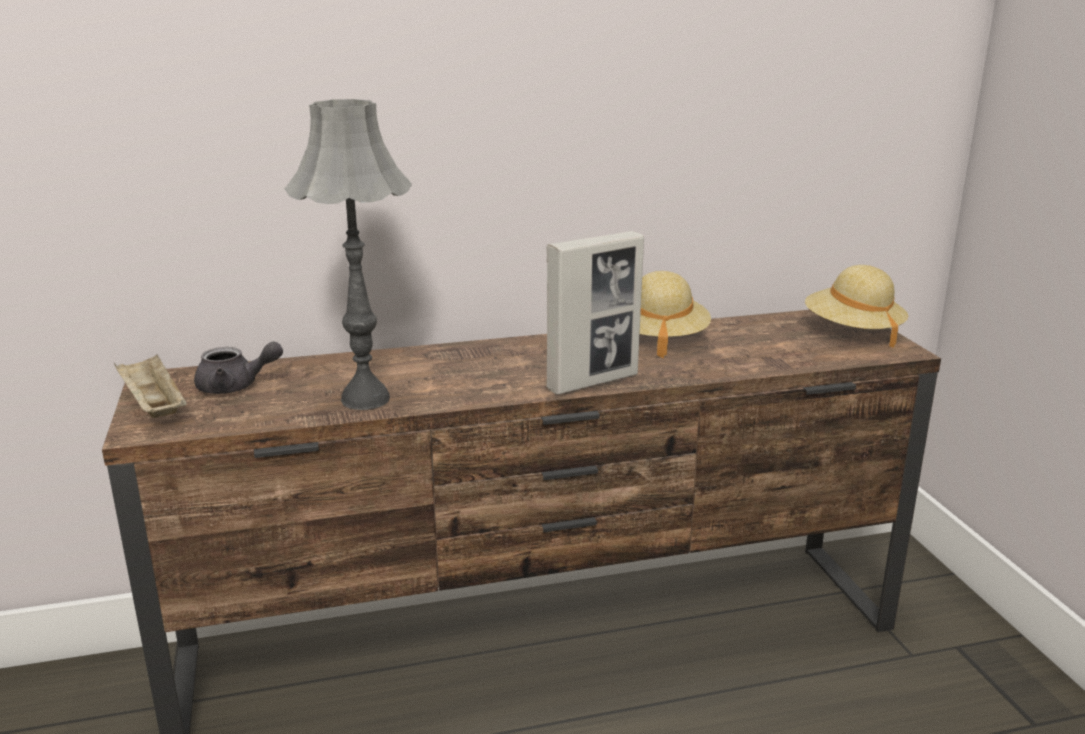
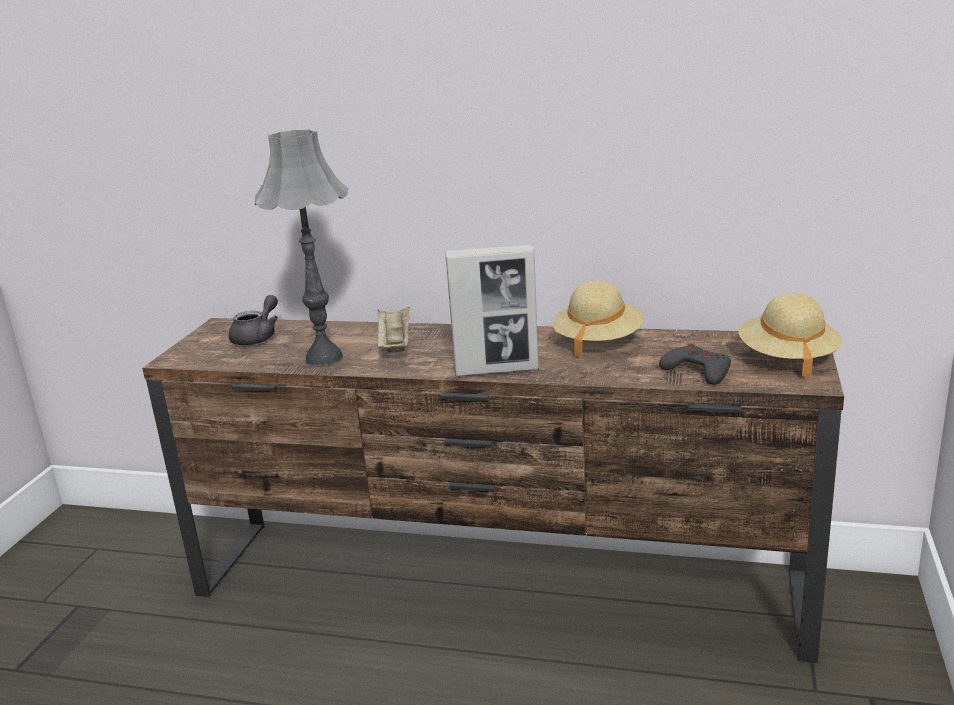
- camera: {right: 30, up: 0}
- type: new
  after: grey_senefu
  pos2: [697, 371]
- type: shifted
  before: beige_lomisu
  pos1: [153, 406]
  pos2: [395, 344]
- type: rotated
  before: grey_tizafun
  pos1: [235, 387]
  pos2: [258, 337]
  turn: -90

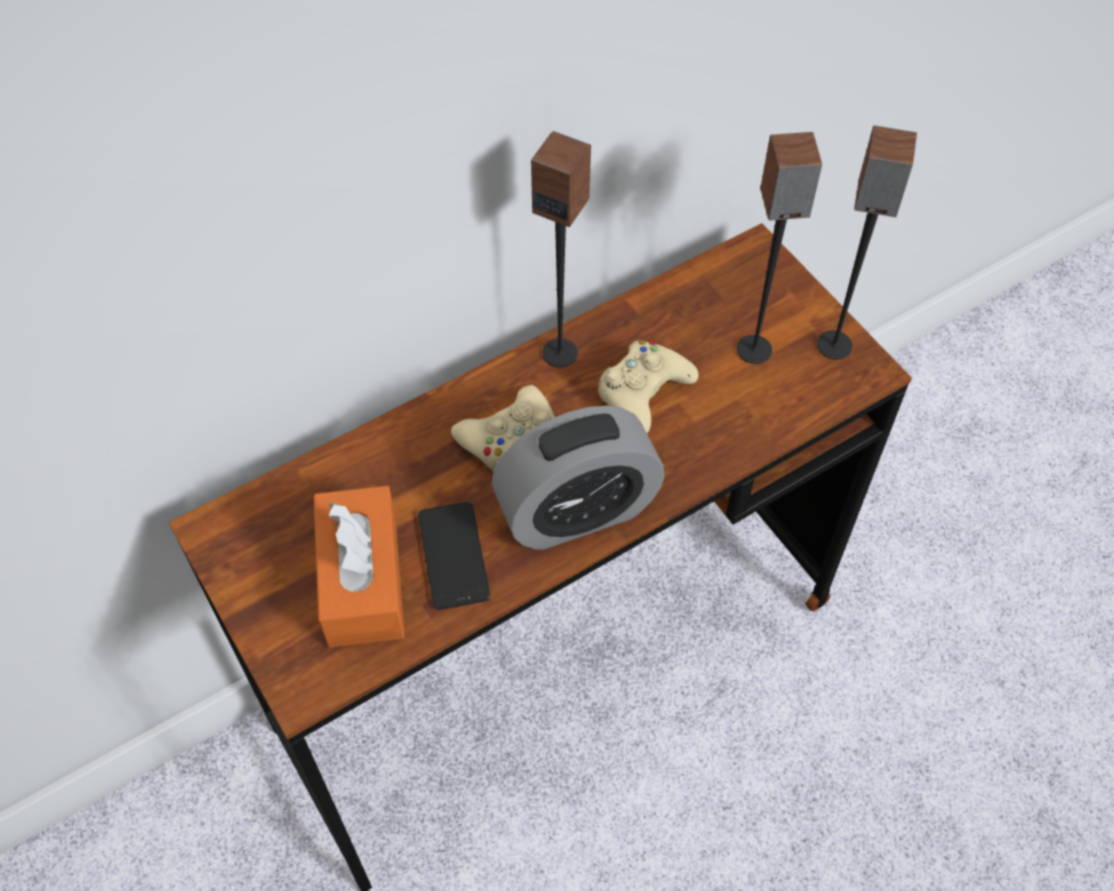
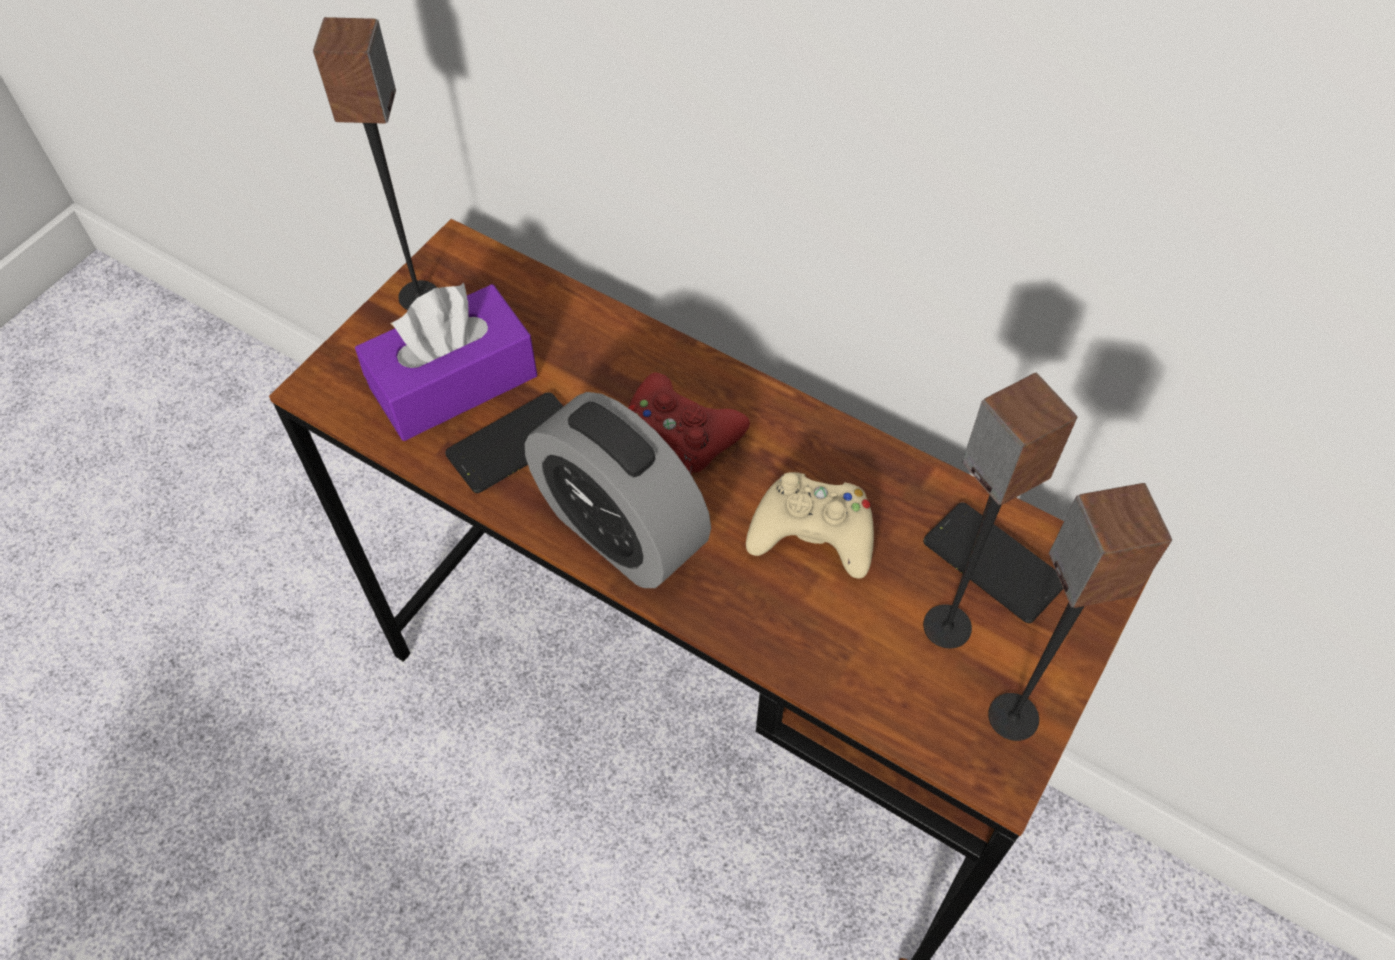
- camera: {right: 65, up: 0}
- type: new
  after: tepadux
  pos2: [993, 562]
- type: shifted
  before: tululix
  pos1: [560, 352]
  pos2: [419, 296]
- type: repainted
  before: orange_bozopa
  after: purple_bozopa
  pos1: [362, 579]
  pos2: [454, 382]
- type: repainted
  before: beige_senefu
  after: red_senefu
  pos1: [510, 438]
  pos2: [681, 433]

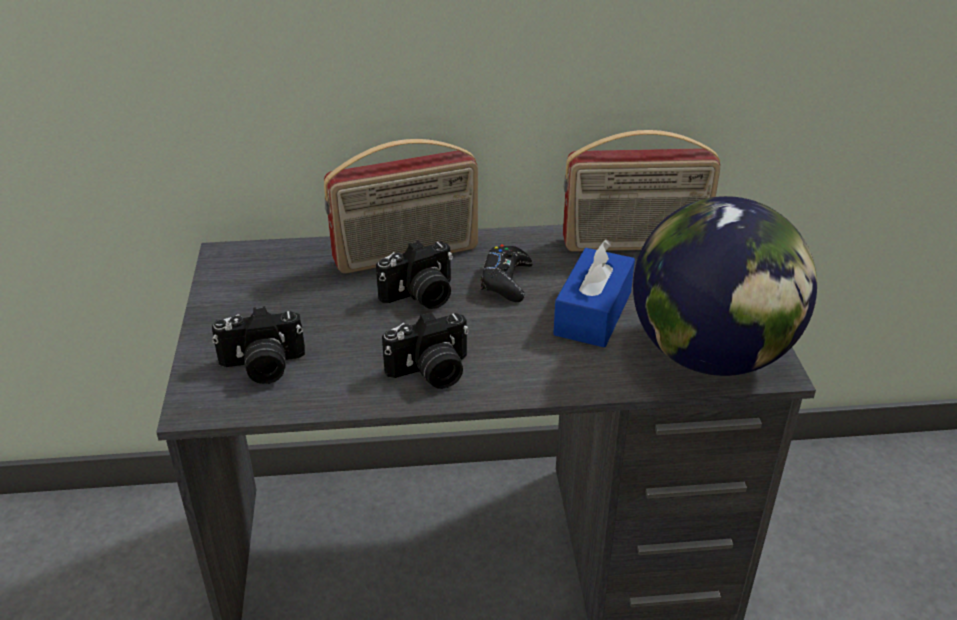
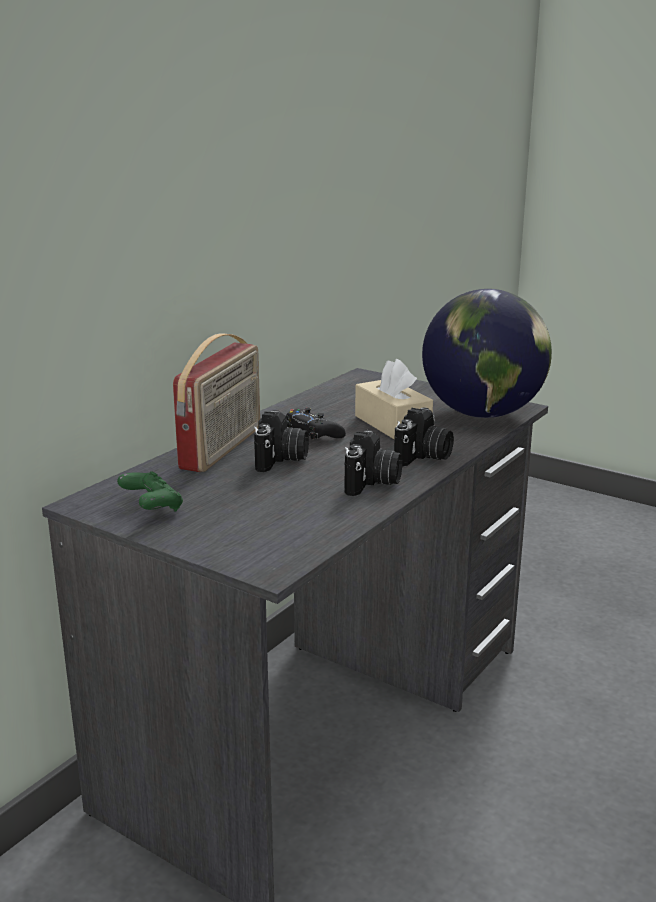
- camera: {right: -50, up: -15}
- type: gone
  before: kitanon
  pos1: [634, 244]
- type: new
  after: green_senefu
  pos2: [152, 507]
- type: shifted
  before: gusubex
  pos1: [262, 367]
  pos2: [423, 457]
- type: repainted
  before: blue_bozopa
  after: beige_bozopa
  pos1: [593, 313]
  pos2: [392, 424]

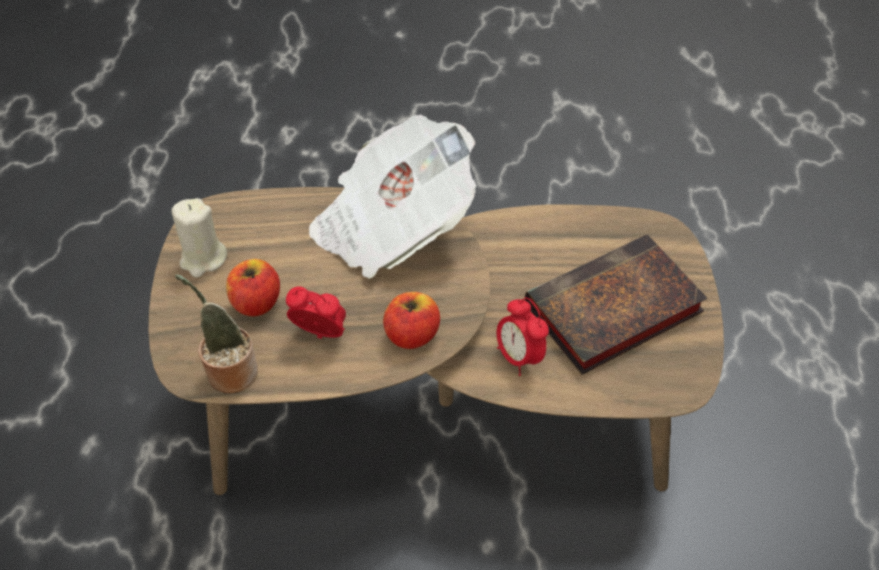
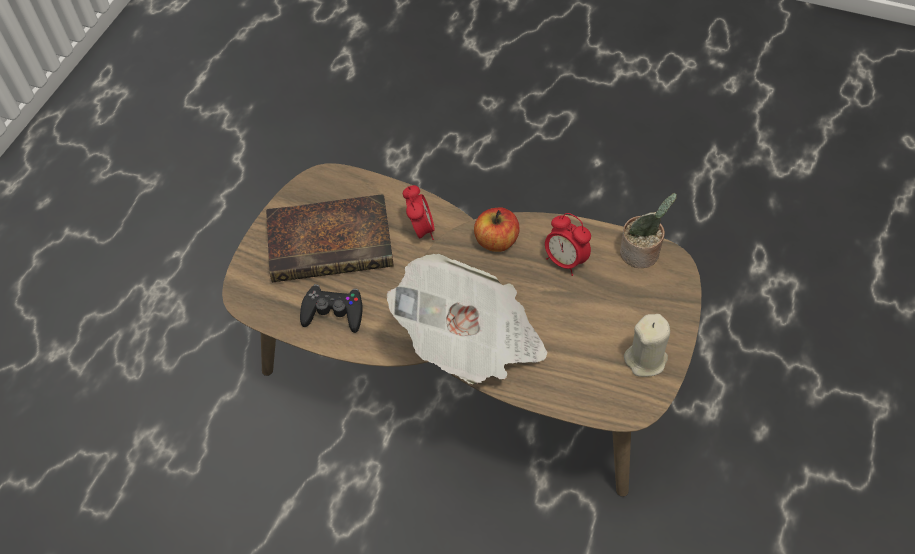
- camera: {right: -155, up: 5}
- type: gone
  before: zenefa
  pos1: [256, 302]
- type: new
  after: black_senefu
  pos2: [333, 312]

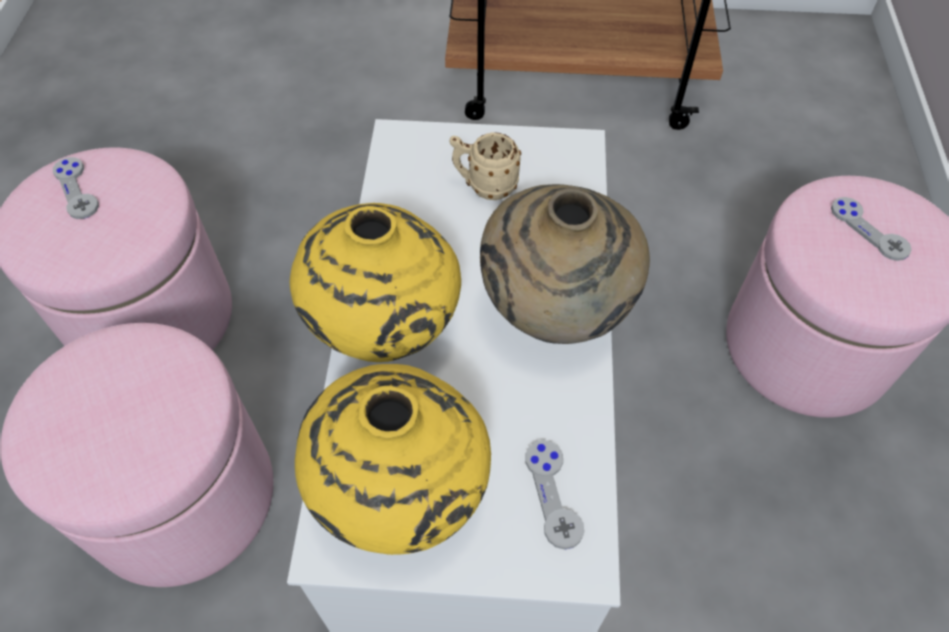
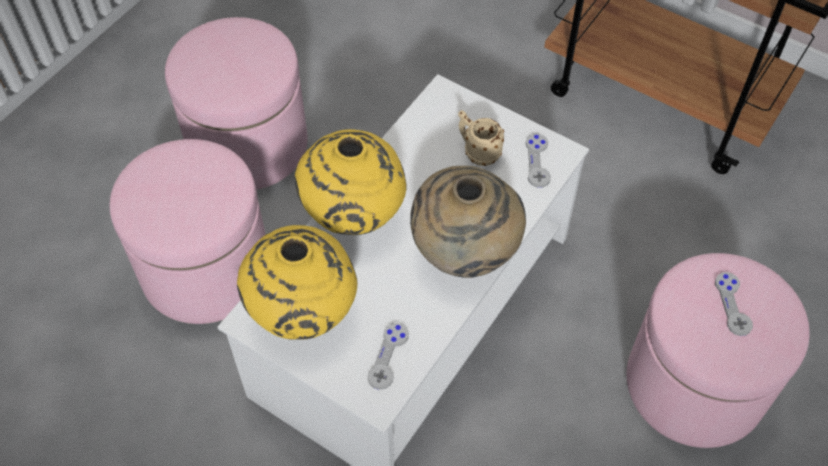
- camera: {right: 30, up: 0}
- type: shifted
  before: grey_senefu
  pos1: [76, 189]
  pos2: [537, 161]

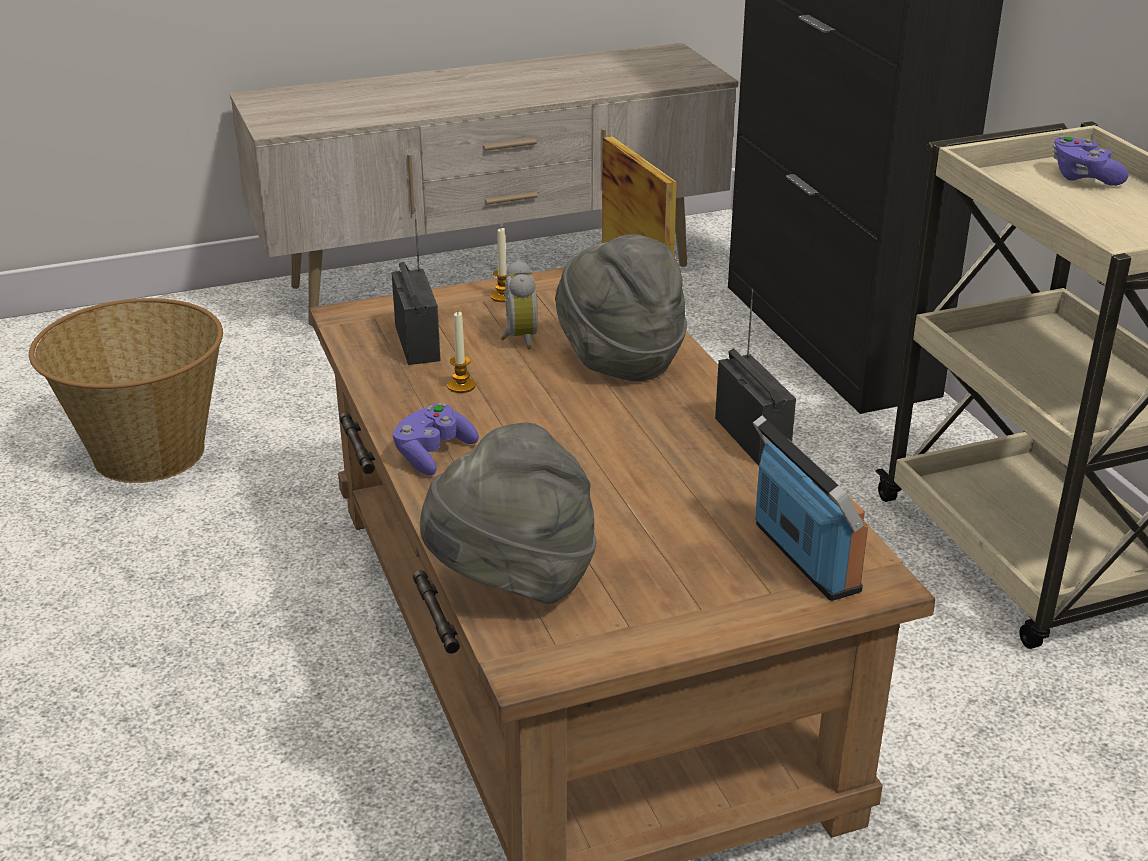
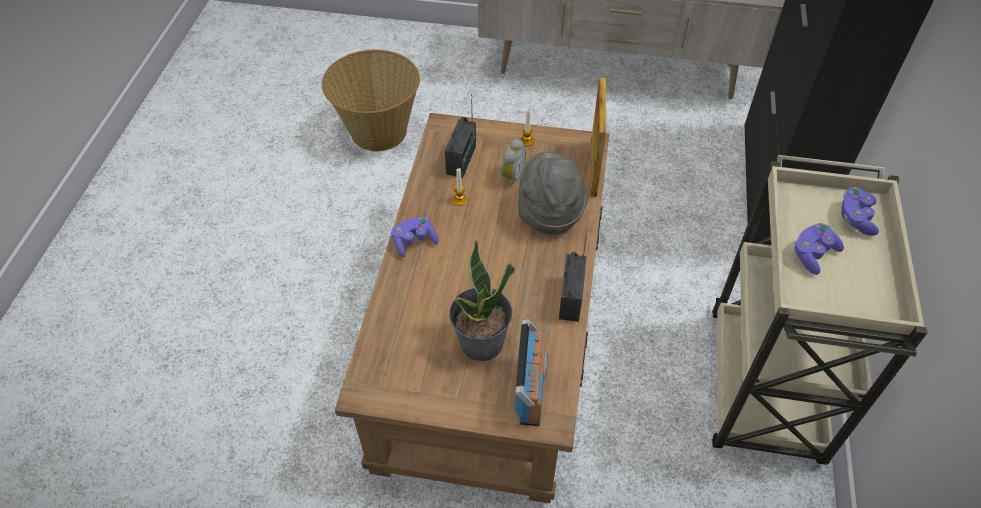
- camera: {right: 30, up: 20}
- type: gone
  before: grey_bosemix
  pos1: [512, 583]
- type: new
  after: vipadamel
  pos2: [481, 343]
- type: new
  after: purple_senefu
  pos2: [813, 254]

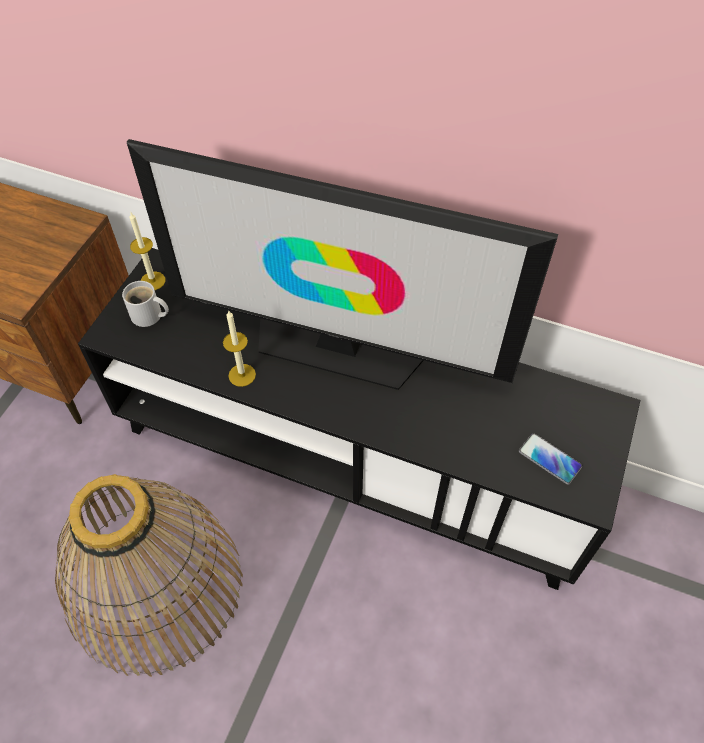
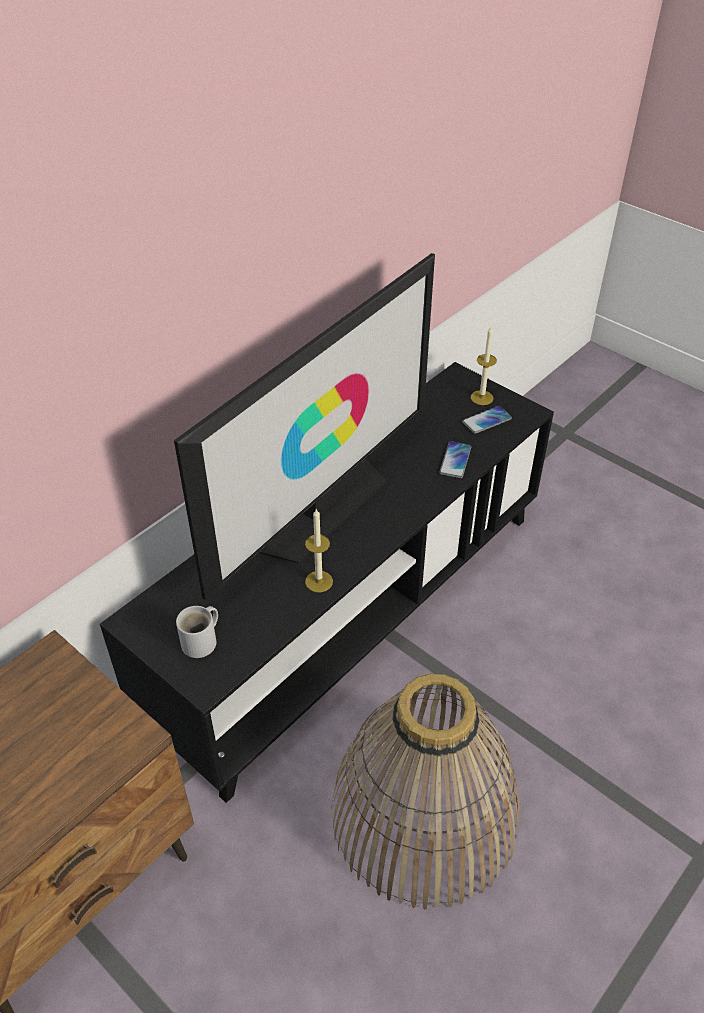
- camera: {right: -70, up: -10}
- type: new
  after: tepadux
  pos2: [455, 460]
- type: shifted
  before: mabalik
  pos1: [152, 281]
  pos2: [481, 397]

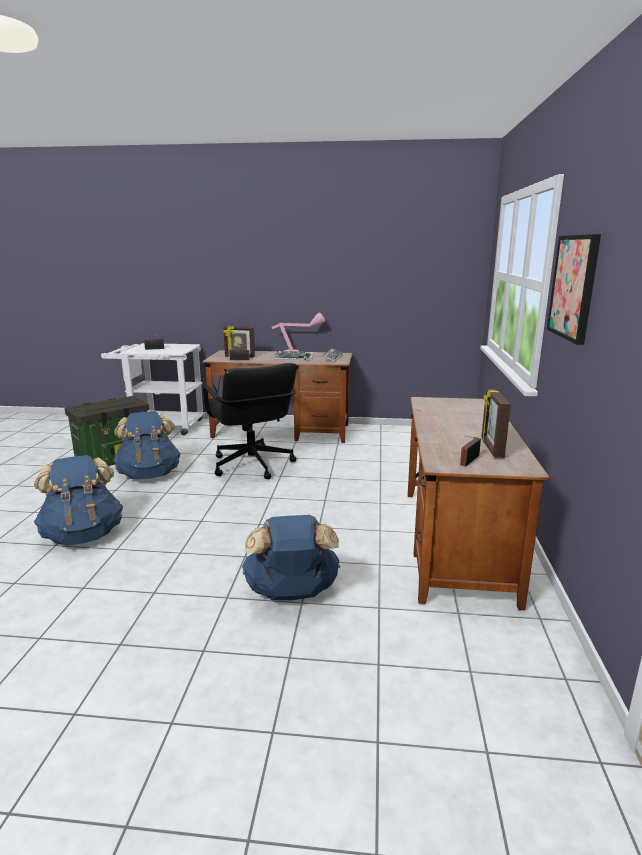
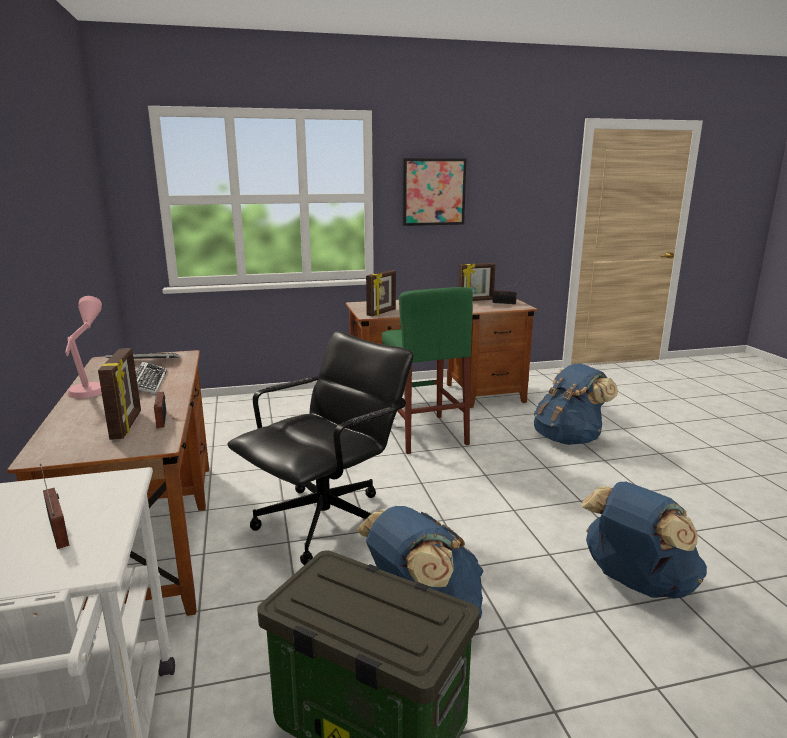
- camera: {right: -110, up: 0}
- type: new
  after: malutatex
  pos2: [382, 313]
- type: new
  after: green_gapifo
  pos2: [424, 433]

